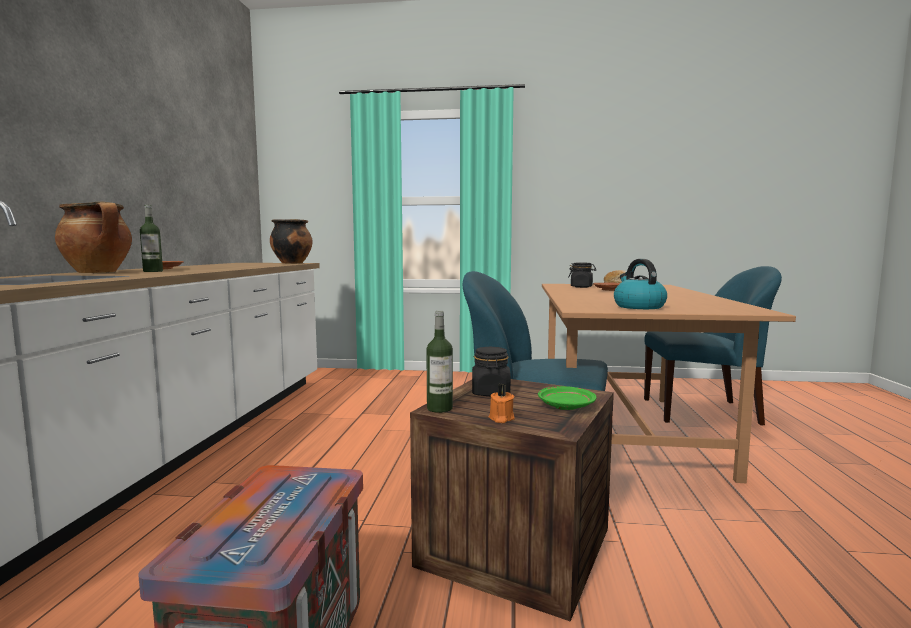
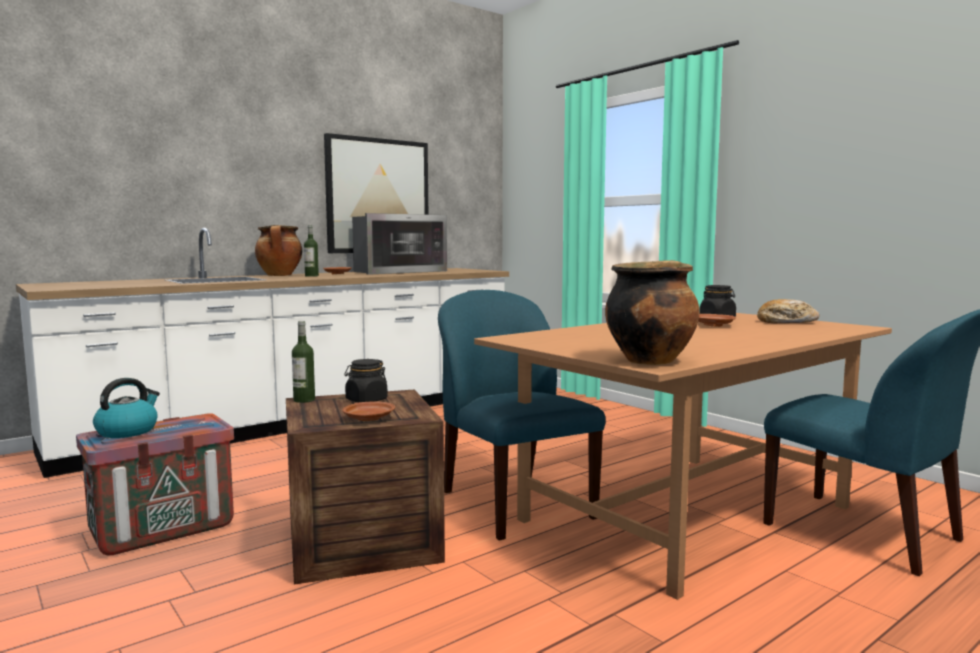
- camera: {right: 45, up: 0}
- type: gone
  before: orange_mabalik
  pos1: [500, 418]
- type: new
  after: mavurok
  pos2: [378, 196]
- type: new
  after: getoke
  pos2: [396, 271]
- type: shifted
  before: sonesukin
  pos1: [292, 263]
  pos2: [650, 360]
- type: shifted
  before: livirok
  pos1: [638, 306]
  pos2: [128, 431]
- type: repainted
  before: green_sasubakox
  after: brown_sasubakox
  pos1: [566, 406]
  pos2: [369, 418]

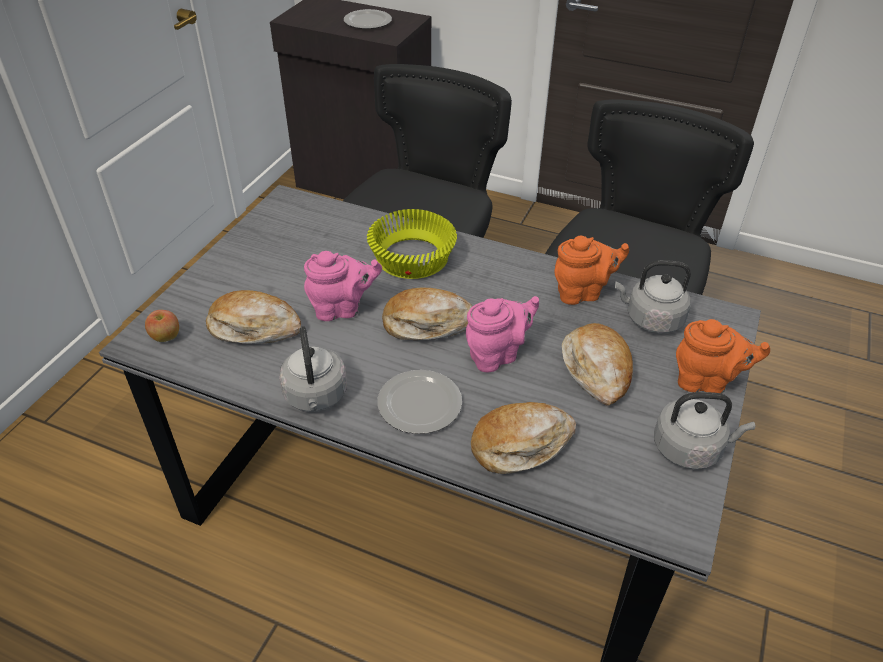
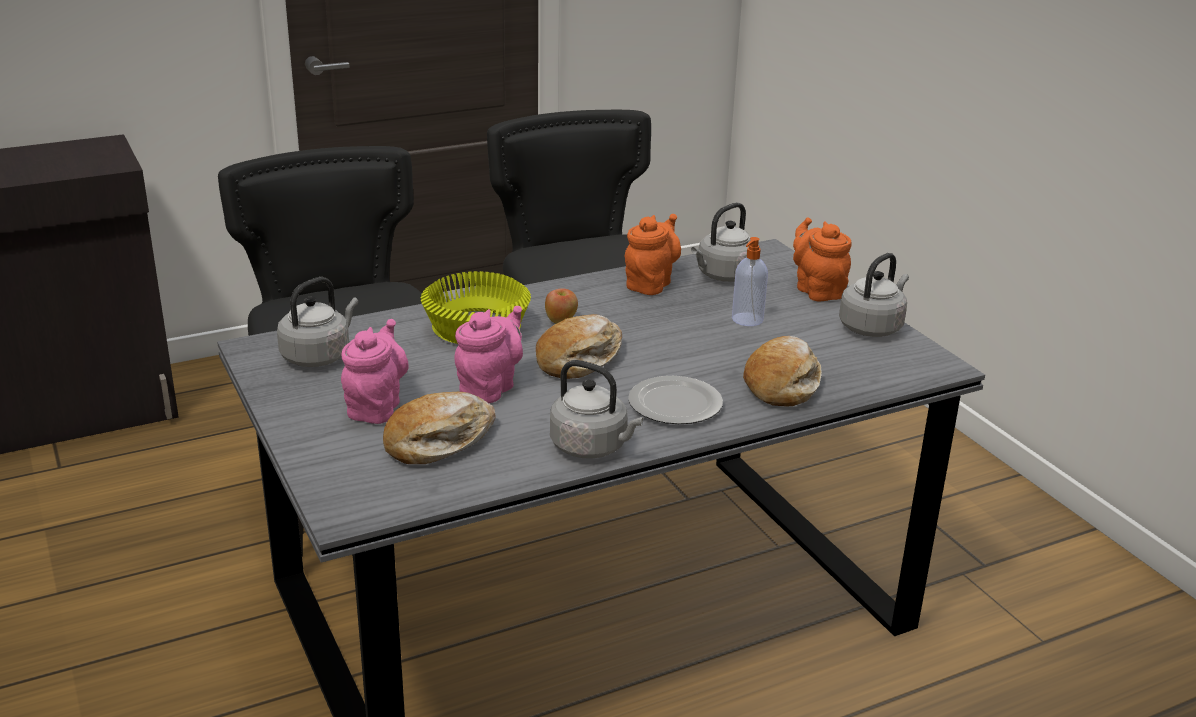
- camera: {right: -50, up: -15}
- type: gone
  before: sasubakox
  pos1: [368, 21]
- type: new
  after: grey_livirok
  pos2: [319, 356]
- type: shifted
  before: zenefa
  pos1: [166, 337]
  pos2: [561, 321]
- type: shifted
  before: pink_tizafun
  pos1: [497, 355]
  pos2: [376, 407]
- type: swapped
  before: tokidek
  after: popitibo
  pos1: [597, 370]
  pos2: [746, 320]
- type: rotated
  before: orange_tizafun
  pos1: [706, 381]
  pos2: [817, 290]
  turn: -75

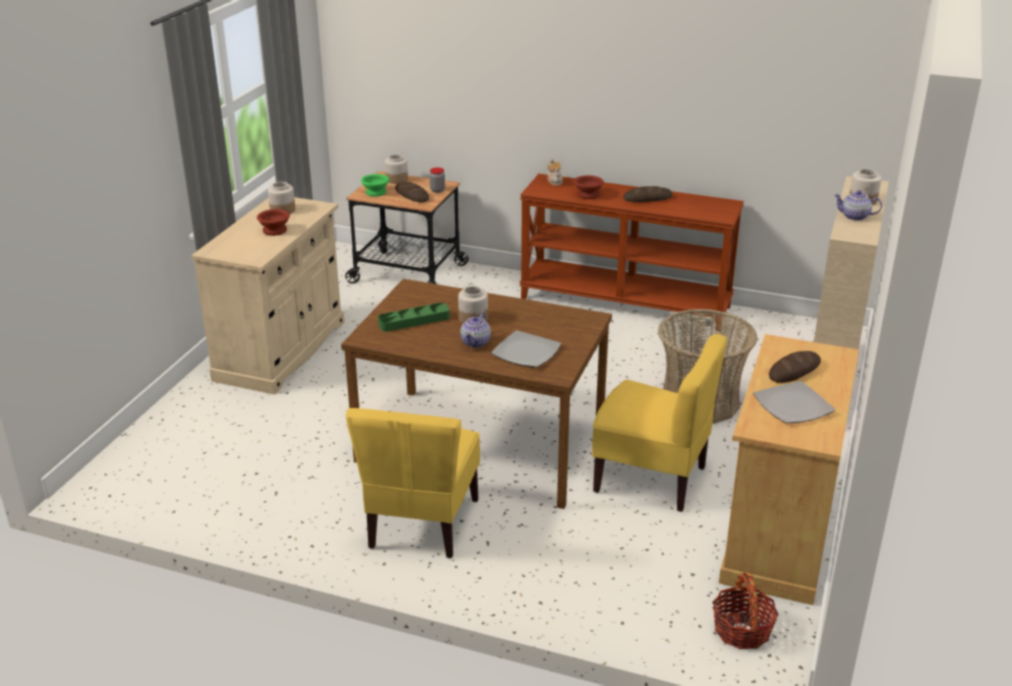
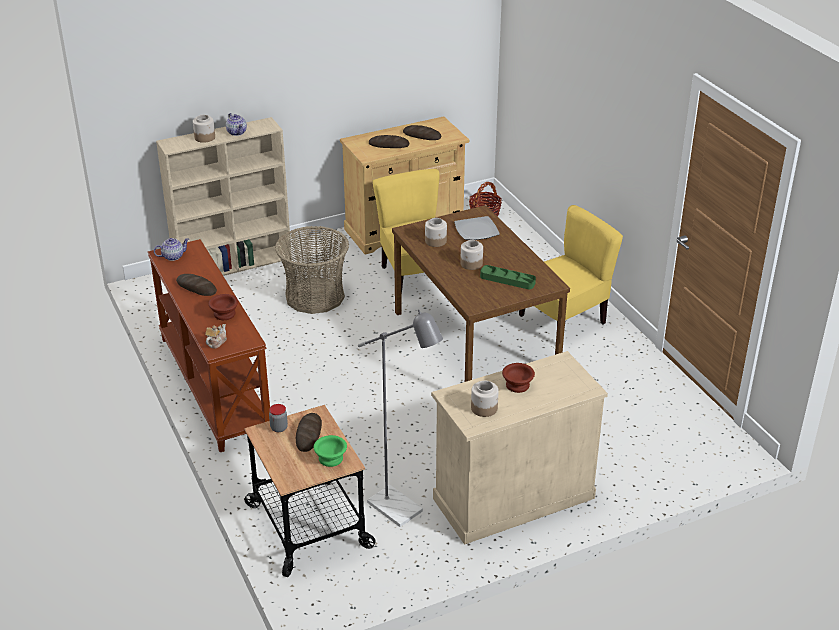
- camera: {right: -135, up: 5}
- type: new
  after: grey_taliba
  pos2: [402, 512]
- type: shifted
  before: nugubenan
  pos1: [396, 179]
  pos2: [436, 241]
- type: shifted
  before: tizafun
  pos1: [476, 342]
  pos2: [172, 256]
- type: swapped
  before: sasubakox
  after: tokidek
  pos1: [792, 405]
  pos2: [422, 135]

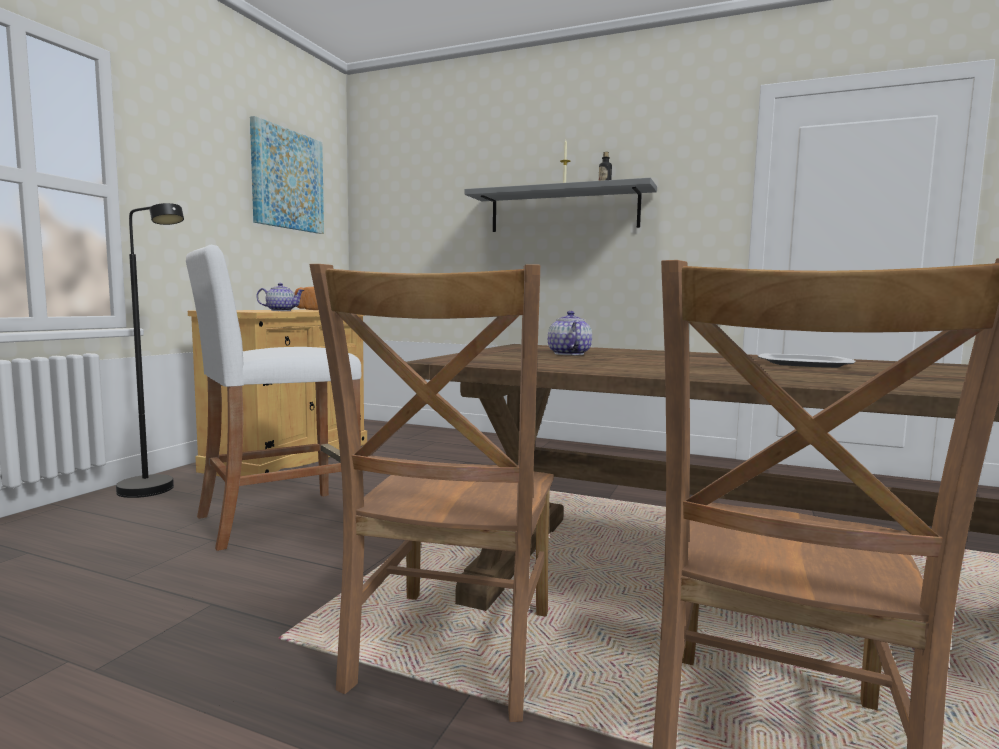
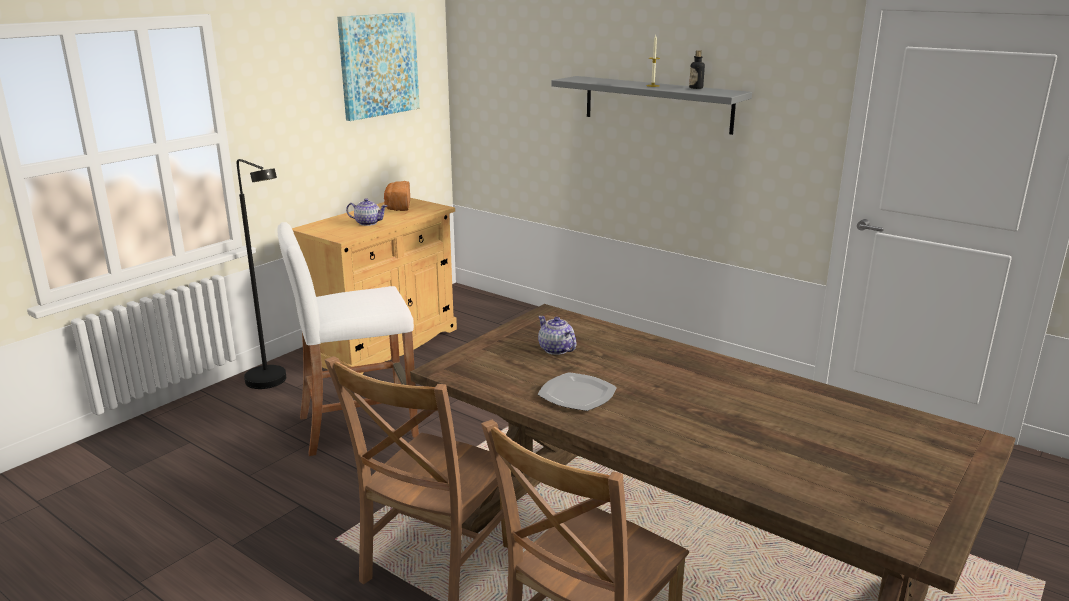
- camera: {right: 15, up: 15}
- type: shifted
  before: sasubakox
  pos1: [803, 363]
  pos2: [577, 394]
- type: rotated
  before: tizafun
  pos1: [568, 354]
  pos2: [556, 350]
  turn: -45

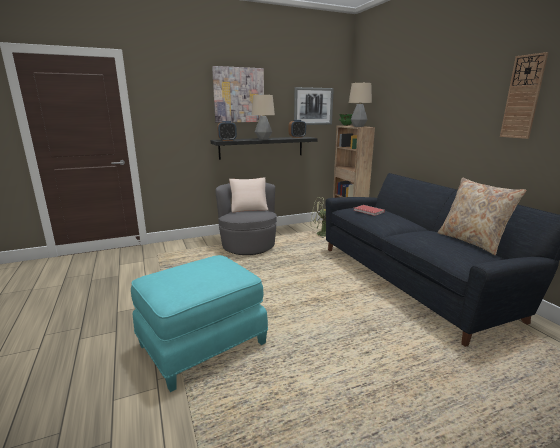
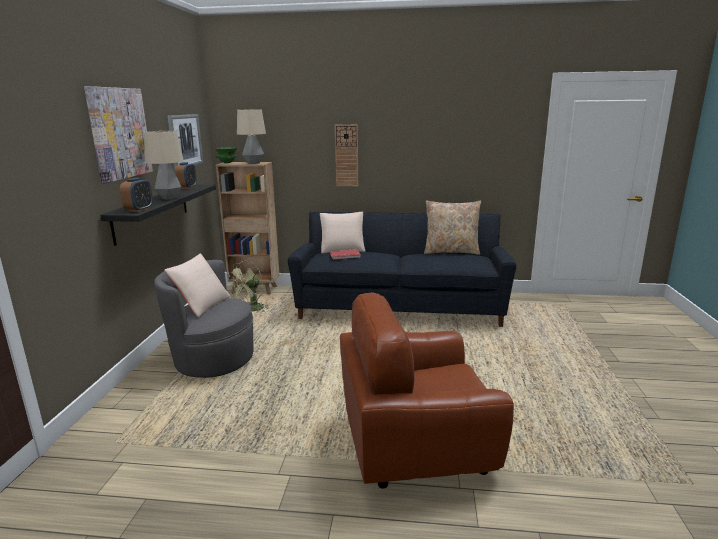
- camera: {right: -60, up: 0}
- type: new
  after: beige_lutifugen
  pos2: [342, 249]
- type: shifted
  before: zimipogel
  pos1: [523, 97]
  pos2: [346, 155]
- type: swapped
  before: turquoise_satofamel
  after: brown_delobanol
  pos1: [202, 343]
  pos2: [415, 444]

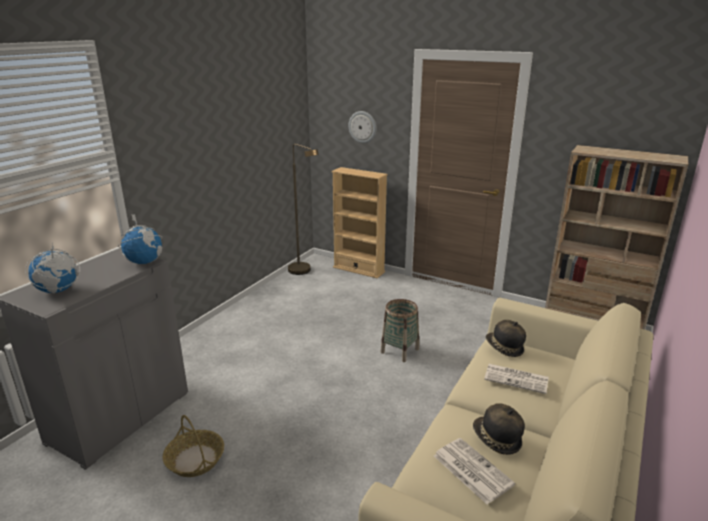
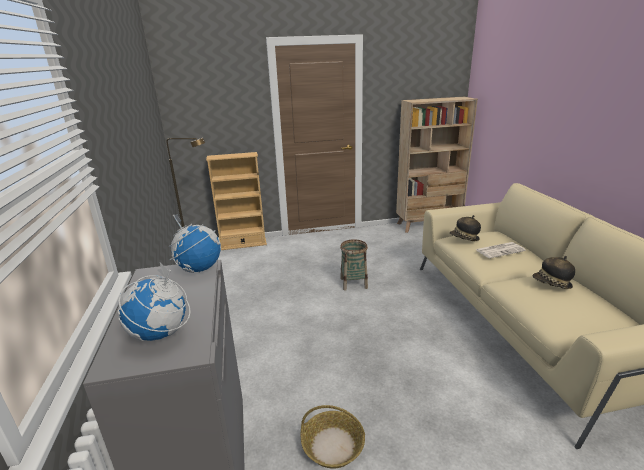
- camera: {right: -40, up: 0}
- type: gone
  before: zimipogel
  pos1: [362, 127]
- type: gone
  before: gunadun
  pos1: [471, 470]

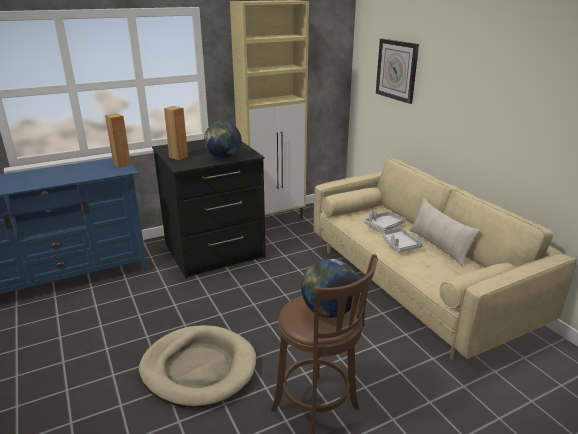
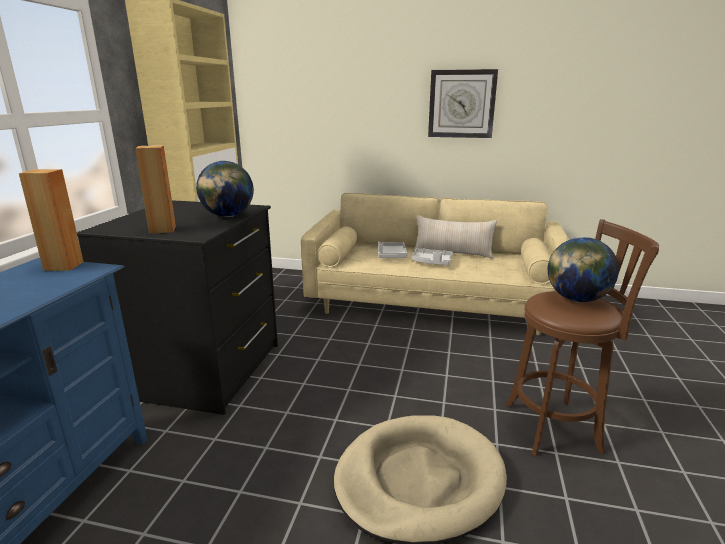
- camera: {right: -50, up: -5}
- type: shifted
  before: zimipogel
  pos1: [397, 70]
  pos2: [461, 104]

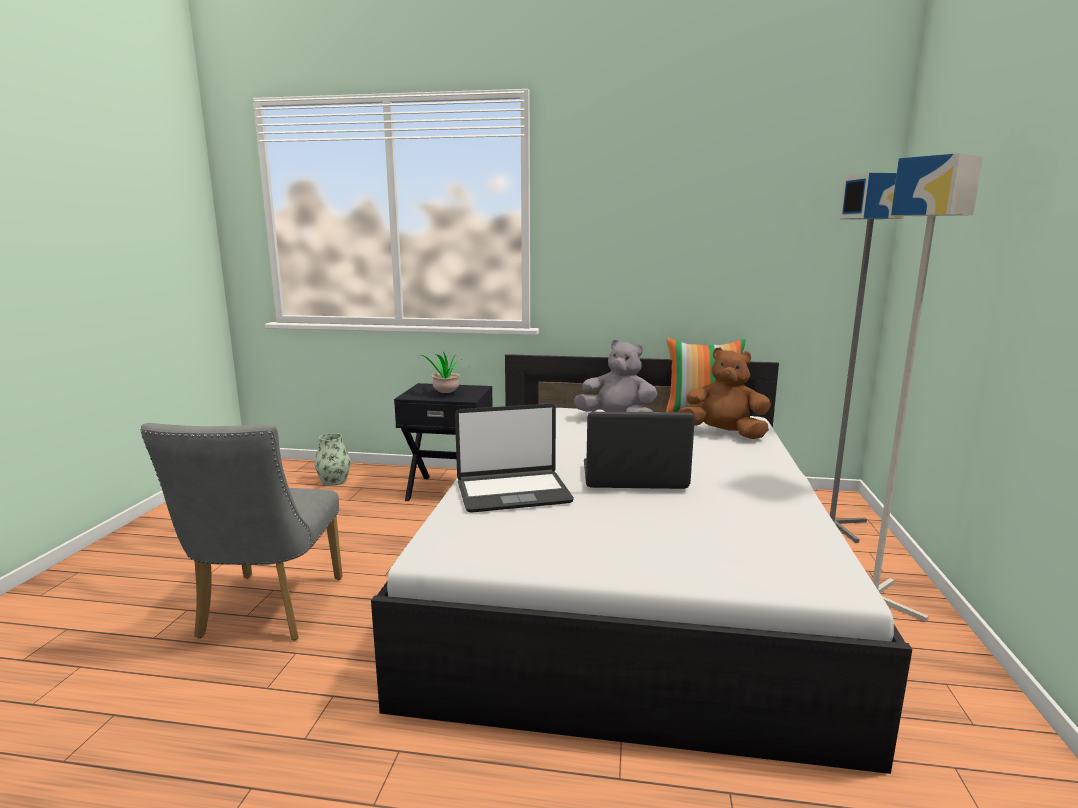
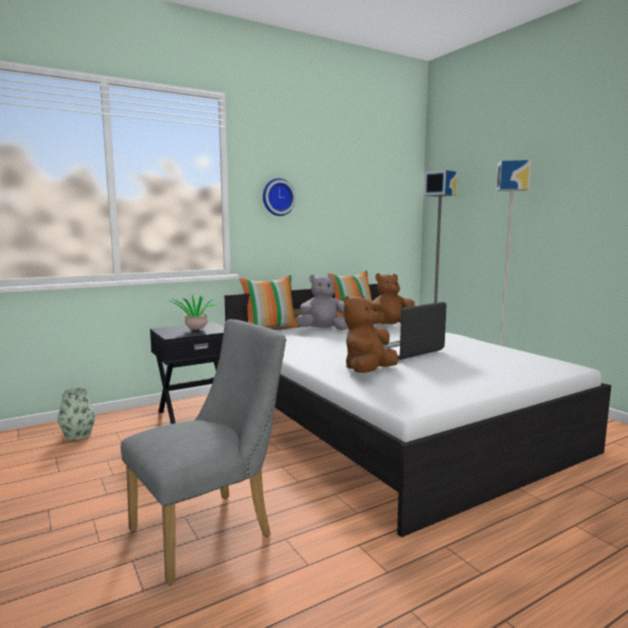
- camera: {right: -40, up: -5}
- type: new
  after: lutifugen
  pos2: [270, 328]
- type: new
  after: zimipogel
  pos2: [277, 197]
- type: swapped
  before: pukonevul
  after: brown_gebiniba
  pos1: [513, 492]
  pos2: [368, 371]
- type: rotated
  before: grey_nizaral
  pos1: [266, 613]
  pos2: [211, 530]
  turn: -90

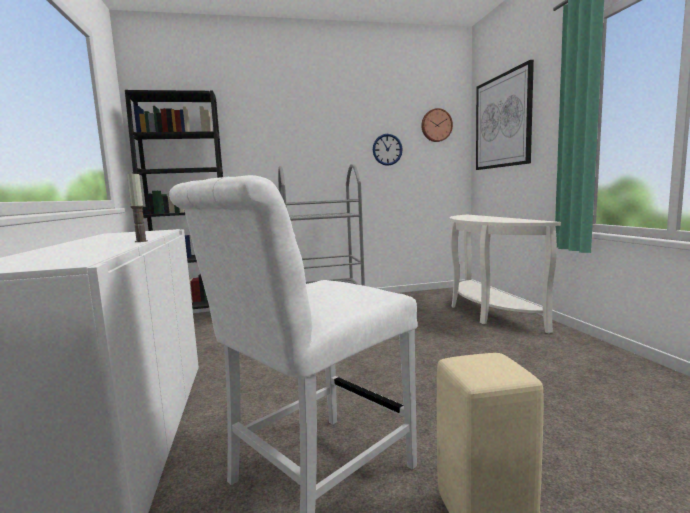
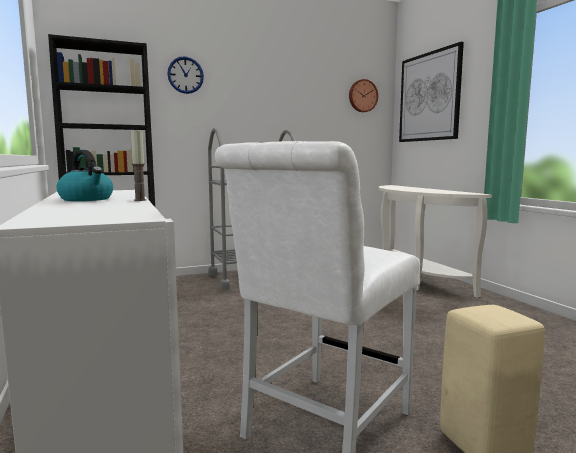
- camera: {right: -10, up: 0}
- type: new
  after: livirok
  pos2: [87, 199]
- type: shifted
  before: zimipogel
  pos1: [387, 149]
  pos2: [185, 75]

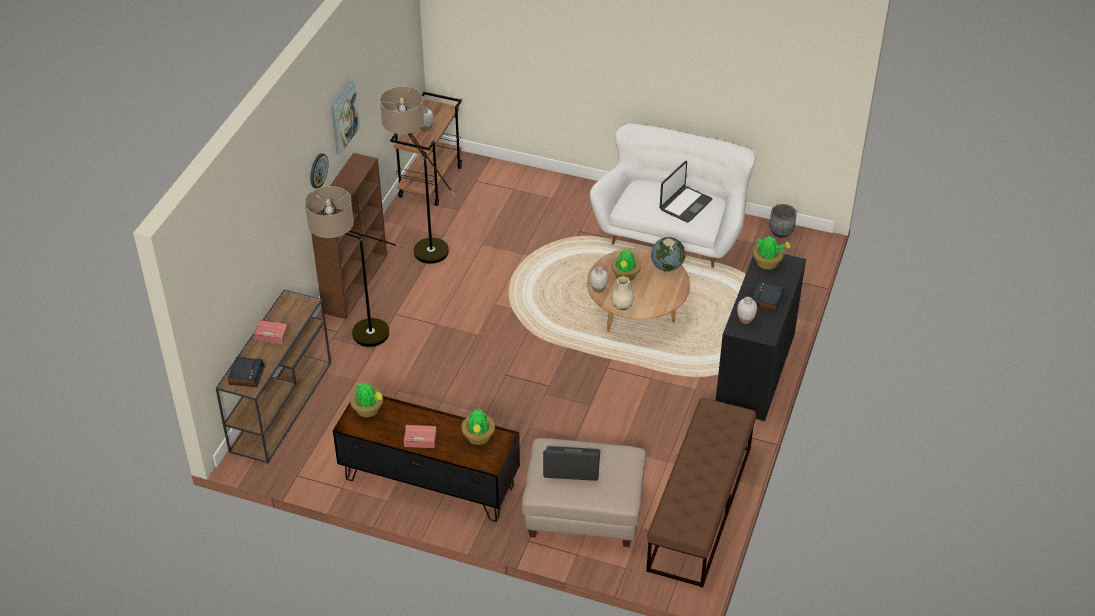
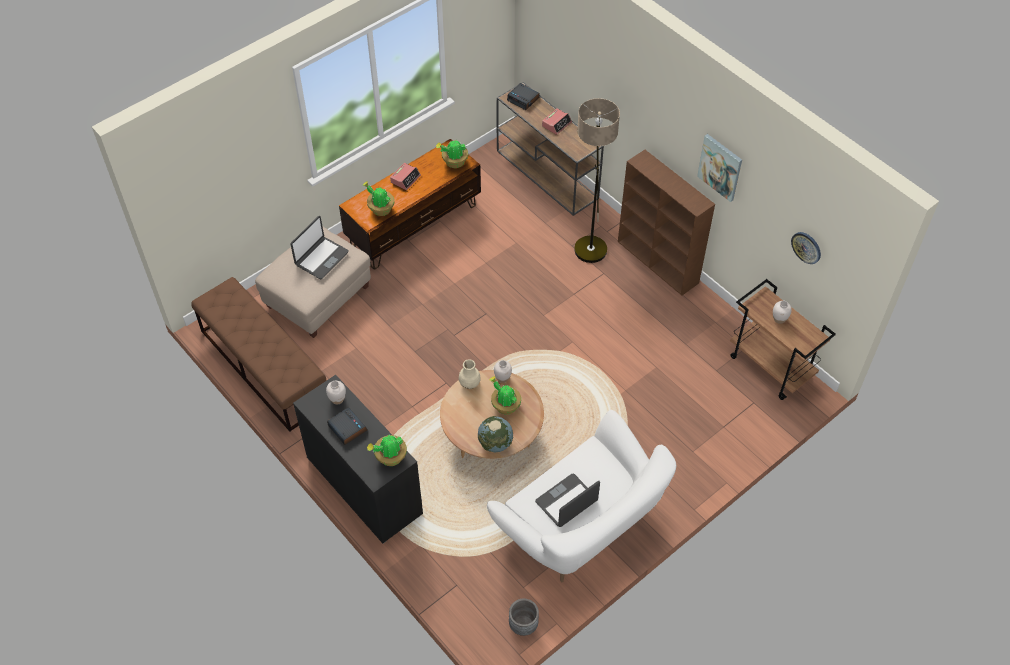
- camera: {right: 120, up: 10}
- type: gone
  before: taliba
  pos1: [421, 245]
- type: shifted
  before: zimipogel
  pos1: [318, 170]
  pos2: [806, 247]
- type: rotated
  before: pukonevul
  pos1: [685, 204]
  pos2: [567, 501]
  turn: 75

